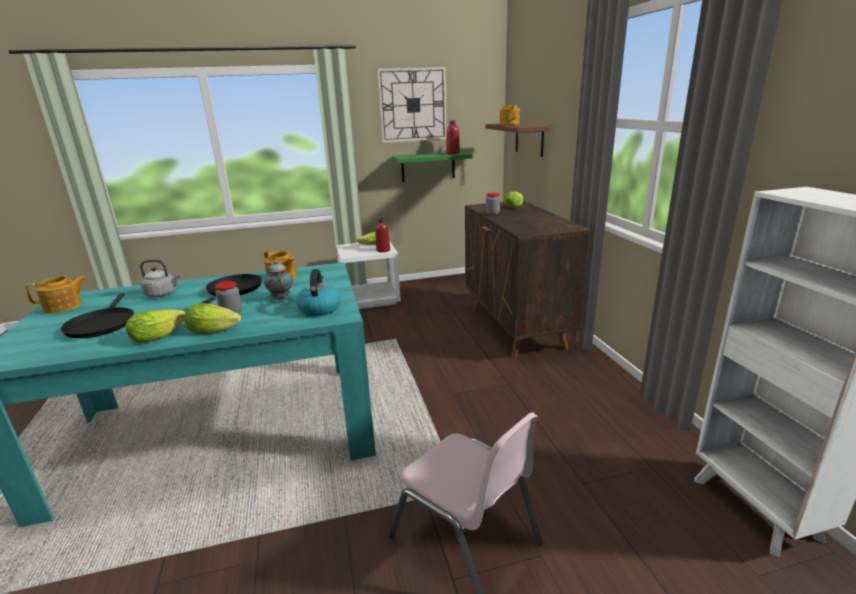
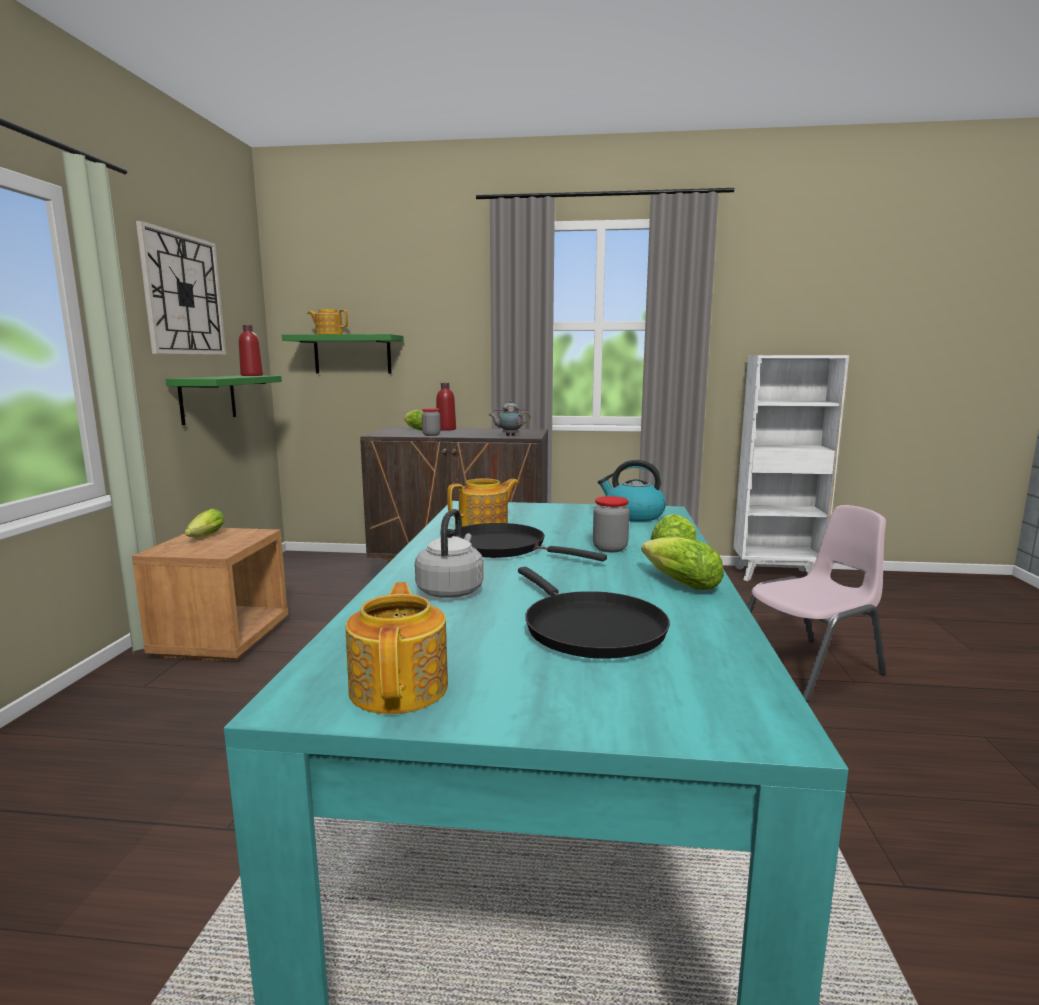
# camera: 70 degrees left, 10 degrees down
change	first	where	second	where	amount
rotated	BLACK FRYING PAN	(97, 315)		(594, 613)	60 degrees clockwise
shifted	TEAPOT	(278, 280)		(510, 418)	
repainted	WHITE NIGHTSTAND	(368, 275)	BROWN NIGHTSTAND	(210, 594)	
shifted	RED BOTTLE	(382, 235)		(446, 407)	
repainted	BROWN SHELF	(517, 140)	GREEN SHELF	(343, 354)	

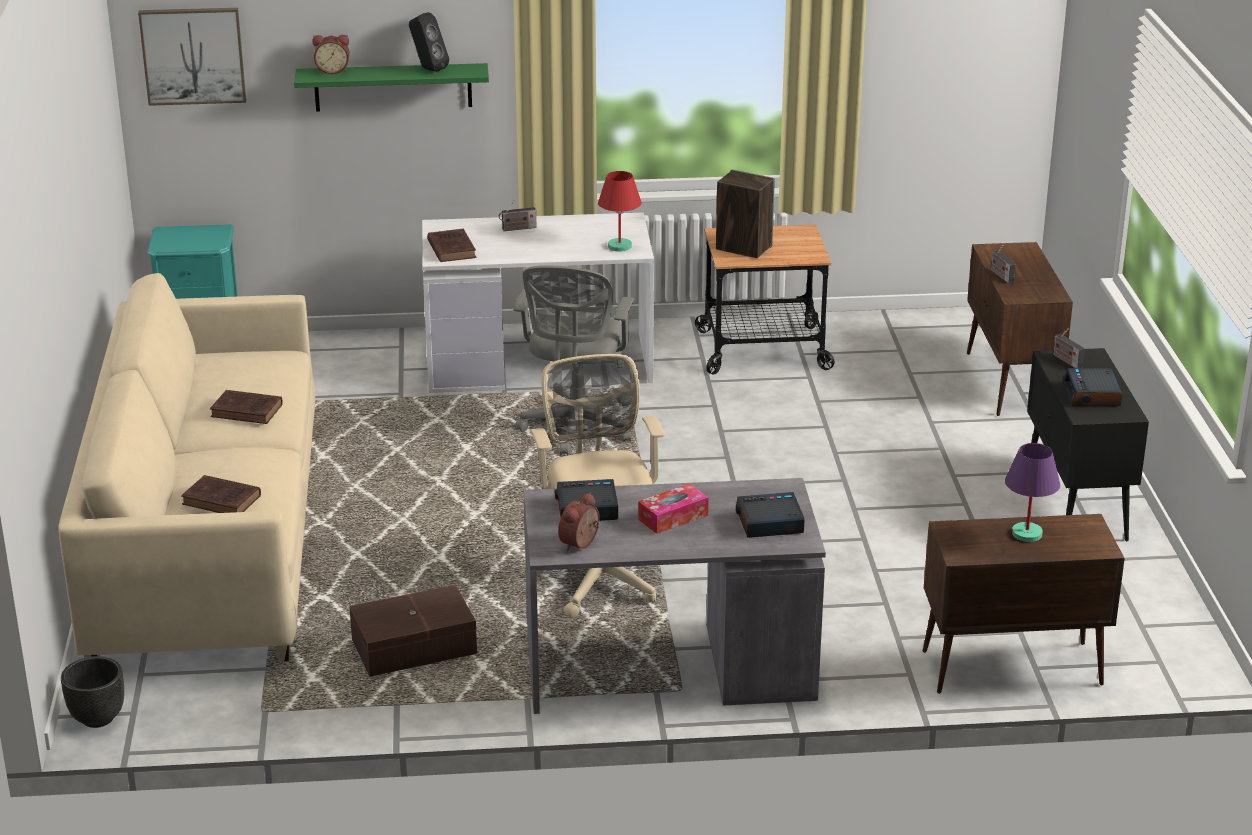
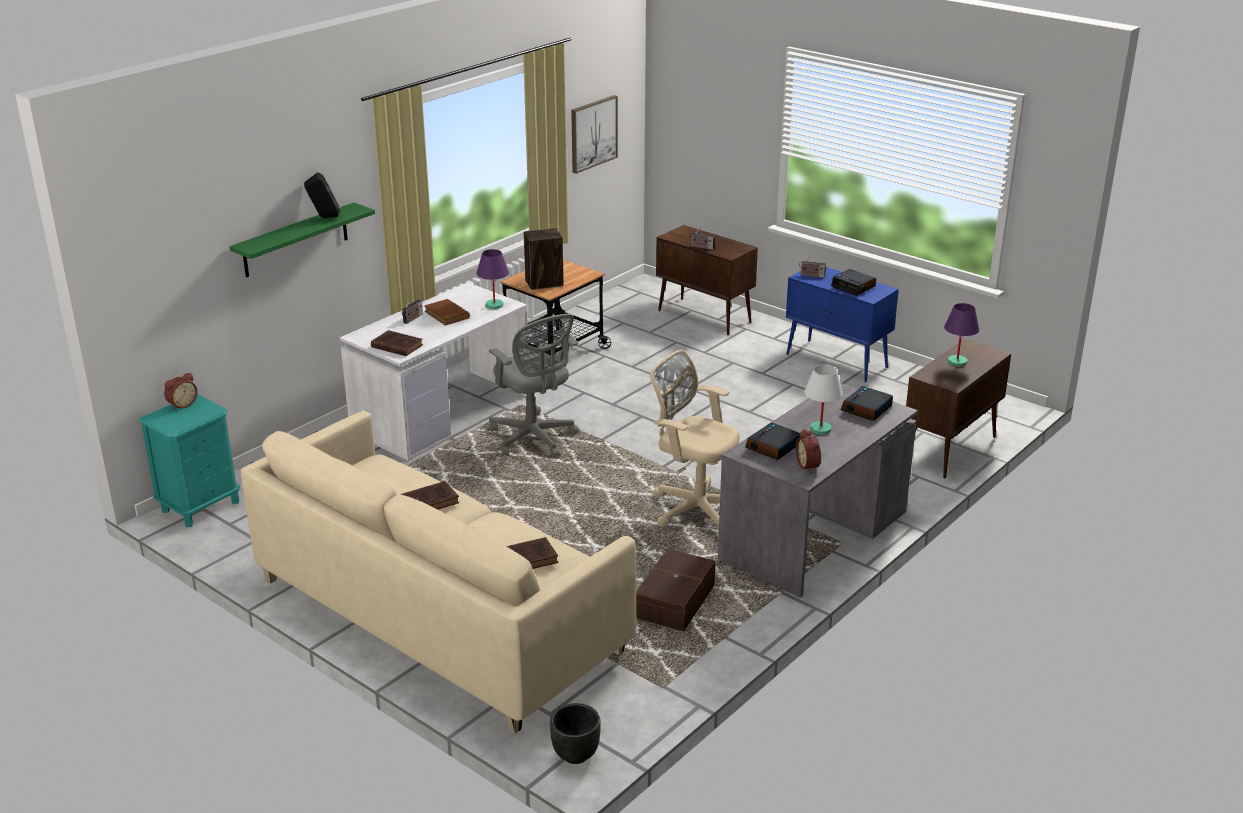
# camera: 45 degrees left, 0 degrees up
change	first	where	second	where	amount
shifted	PICTURE	(192, 57)		(594, 134)	
shifted	ALARM CLOCK	(331, 54)		(180, 391)	
repainted	RED TABLE LAMP	(619, 211)	PURPLE TABLE LAMP	(493, 279)	
swapped	TISSUE BOX	(673, 508)	WHITE TABLE LAMP	(823, 400)	
repainted	BLACK CABINET	(1088, 444)	BLUE CABINET	(842, 324)	
new			BROWN BOOK	(447, 312)	

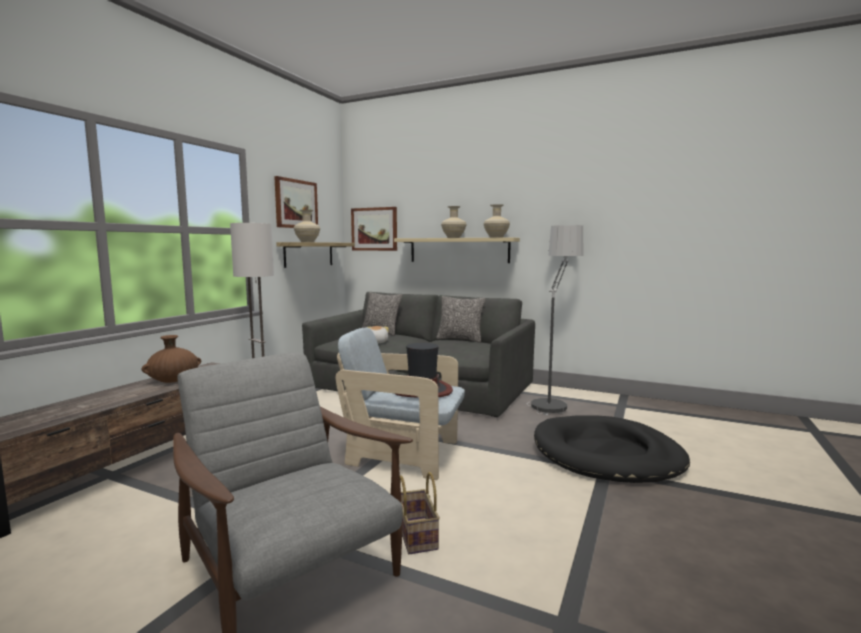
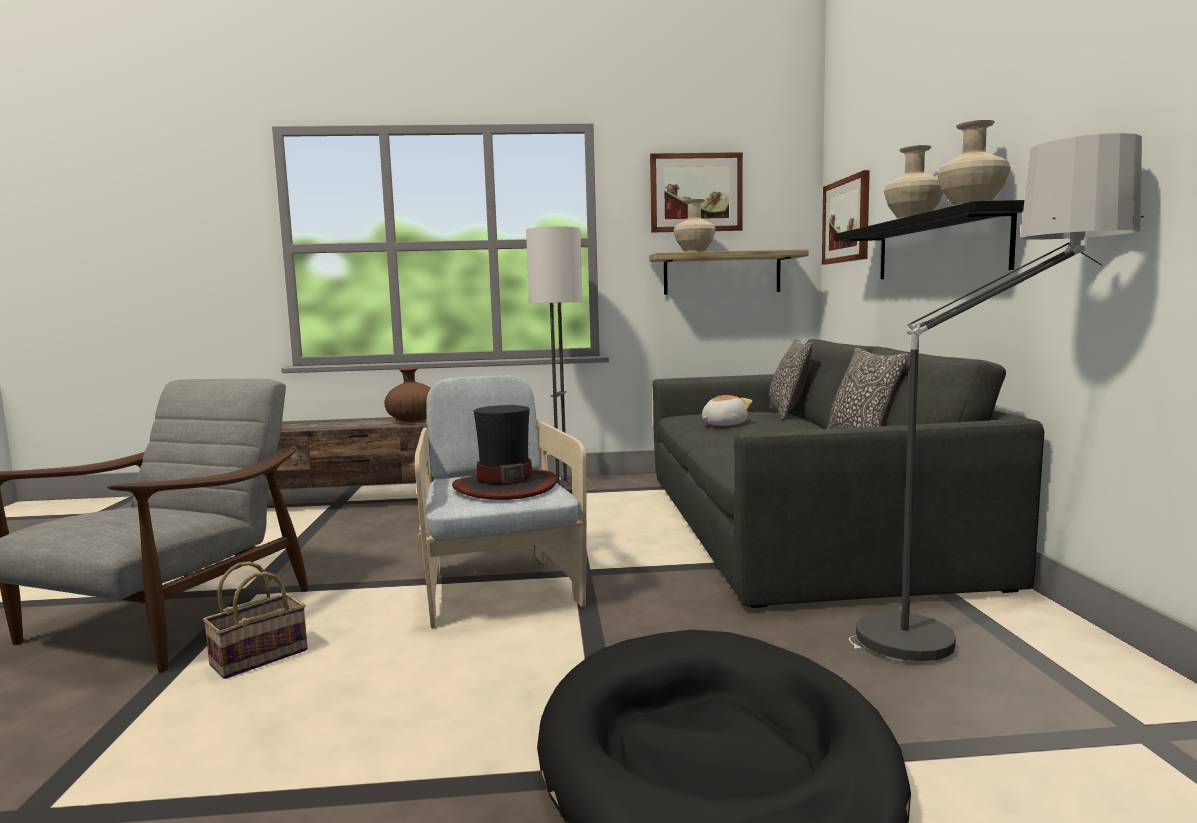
# camera: 60 degrees right, 0 degrees up
change	first	where	second	where	amount
repainted	BEIGE SHELF	(457, 250)	BLACK SHELF	(929, 239)	

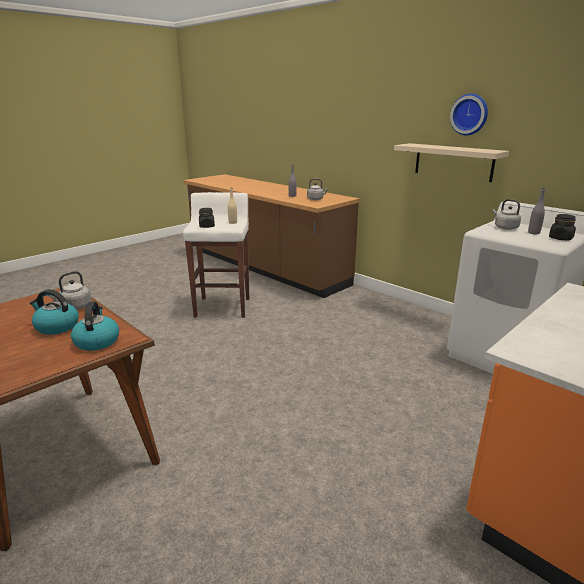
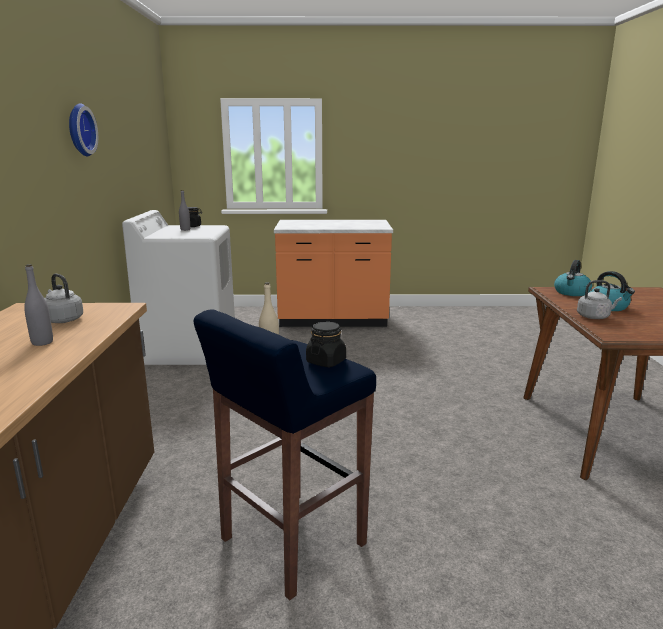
# camera: 135 degrees left, 5 degrees down
change	first	where	second	where	amount
repainted	WHITE STOOL	(216, 255)	BLUE STOOL	(285, 454)	
gone	BEIGE SHELF	(451, 162)			
gone	GREY KETTLE	(507, 214)			

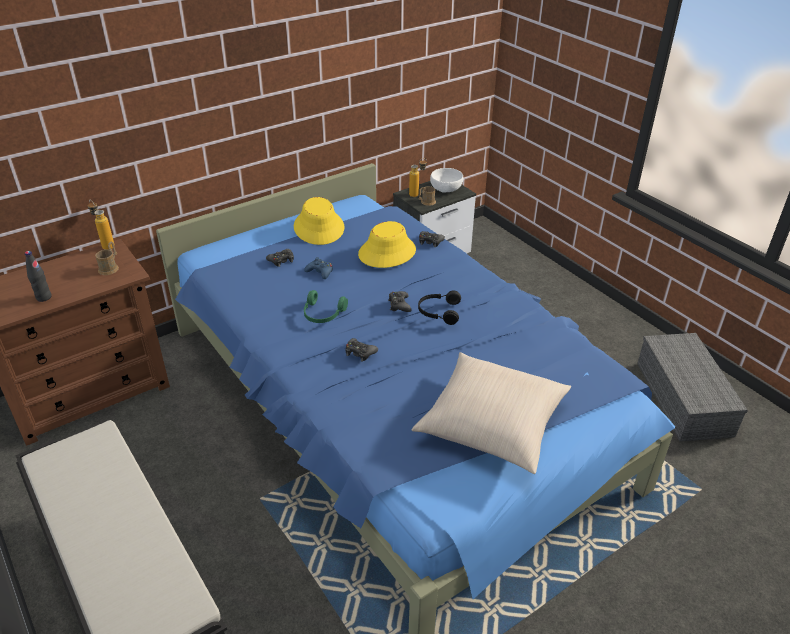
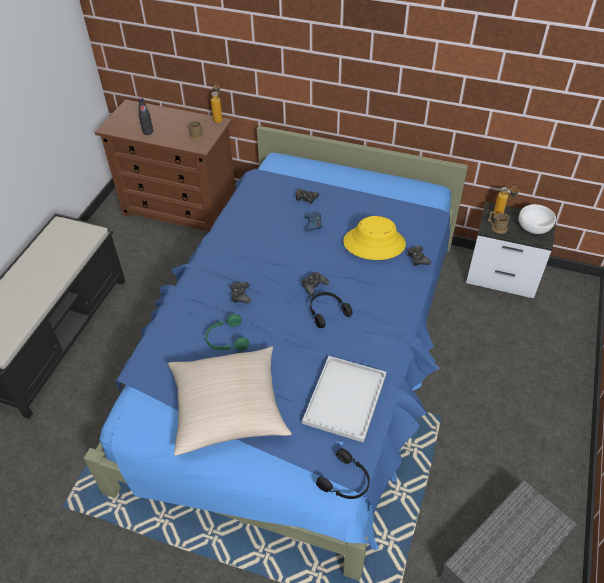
# camera: 55 degrees right, 10 degrees up
change	first	where	second	where	amount
gone	YELLOW HAT	(319, 221)			
shifted	GREEN HEADPHONES	(326, 306)		(227, 332)	
new			WHITE TRAY	(344, 399)	
new			BLACK HEADPHONES	(343, 473)	

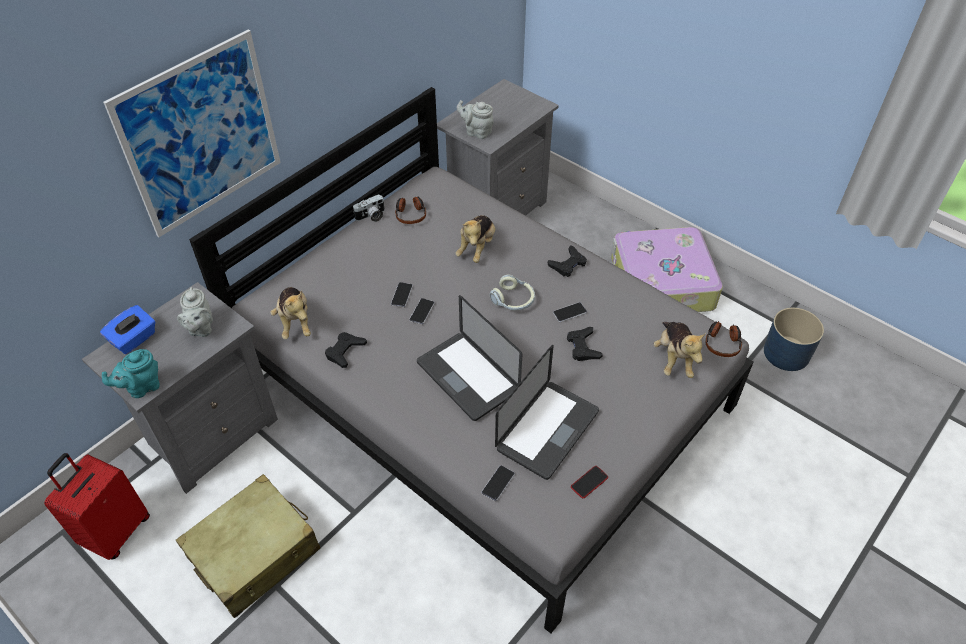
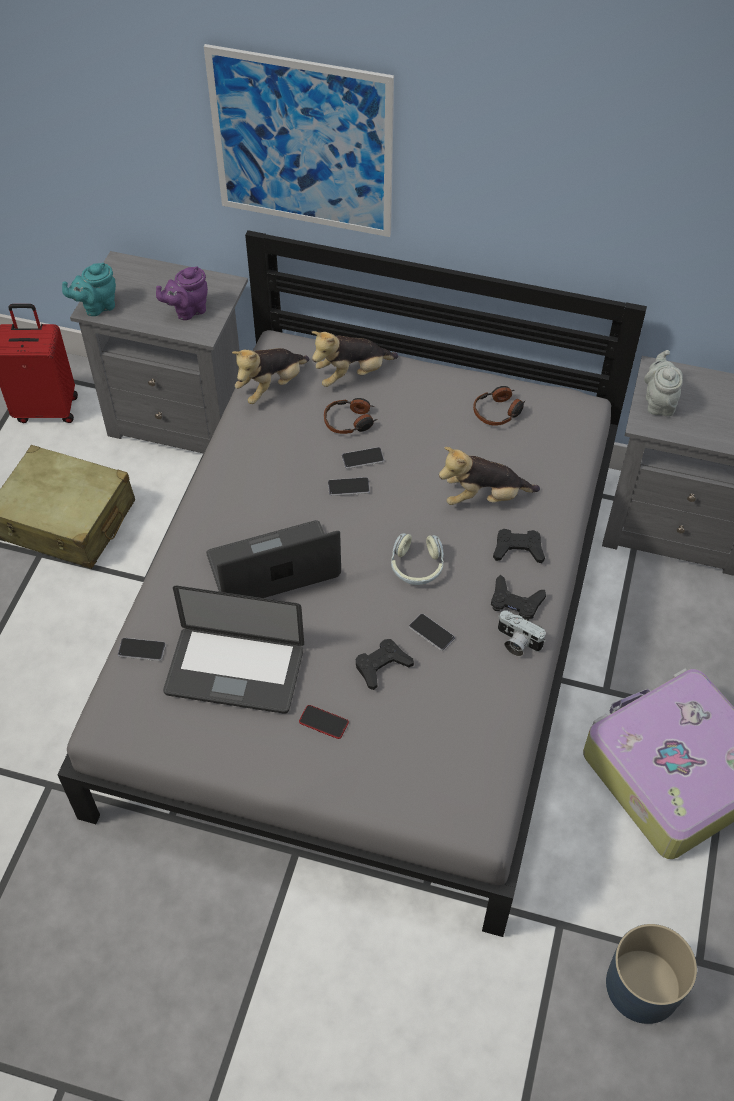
# camera: 65 degrees right, 5 degrees up
change	first	where	second	where	amount
gone	BLUE TISSUE BOX	(127, 329)			
rotated	TURQUOISE TEAPOT	(131, 373)		(89, 289)	60 degrees counterclockwise
repainted	GREY TEAPOT	(195, 312)	PURPLE TEAPOT	(182, 293)	
shifted	BLACK GAME CONTROLLER	(346, 350)		(519, 546)	
shifted	PHOTO CAMERA	(369, 208)		(522, 633)	
rotated	LAPTOP	(469, 358)		(273, 559)	45 degrees clockwise
shifted	PHONE	(589, 482)		(324, 722)	
shifted	PLUSH TOY	(680, 350)		(355, 359)	
shifted	HEADPHONES	(724, 339)		(351, 416)	

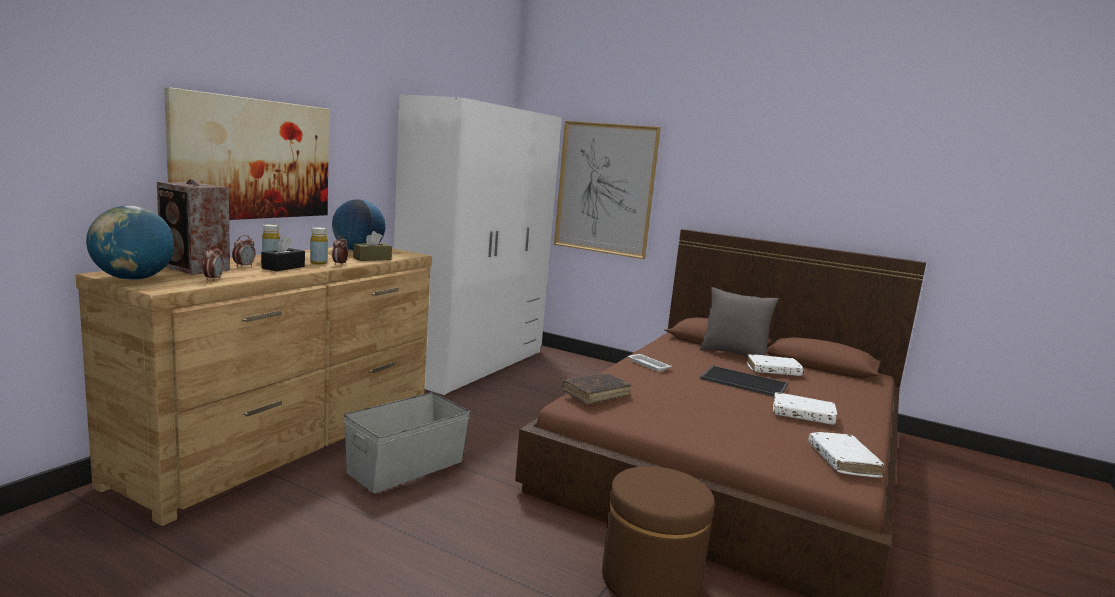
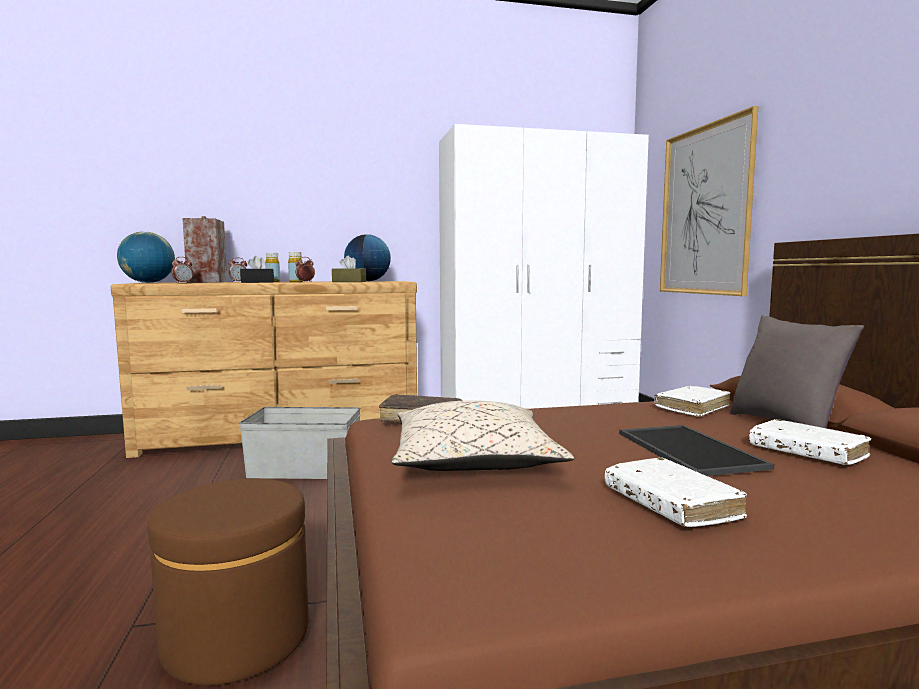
# camera: 50 degrees right, 5 degrees down
change	first	where	second	where	amount
gone	PICTURE	(246, 153)			
gone	WHITE TRAY	(650, 362)			
shifted	WHITE BOOK	(846, 455)		(692, 401)	
new			BEIGE PILLOW	(483, 435)	

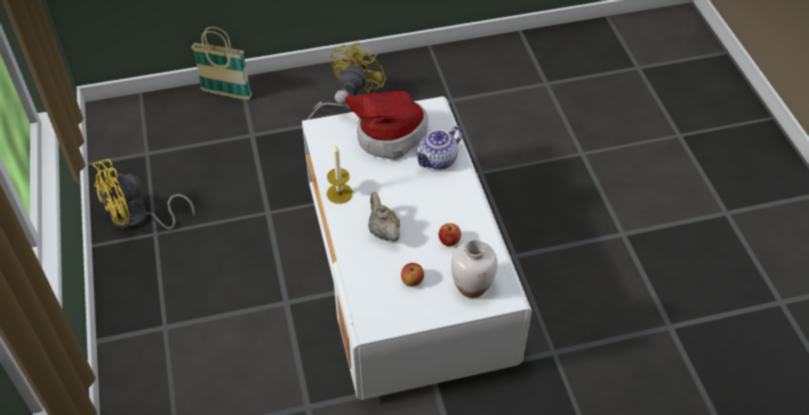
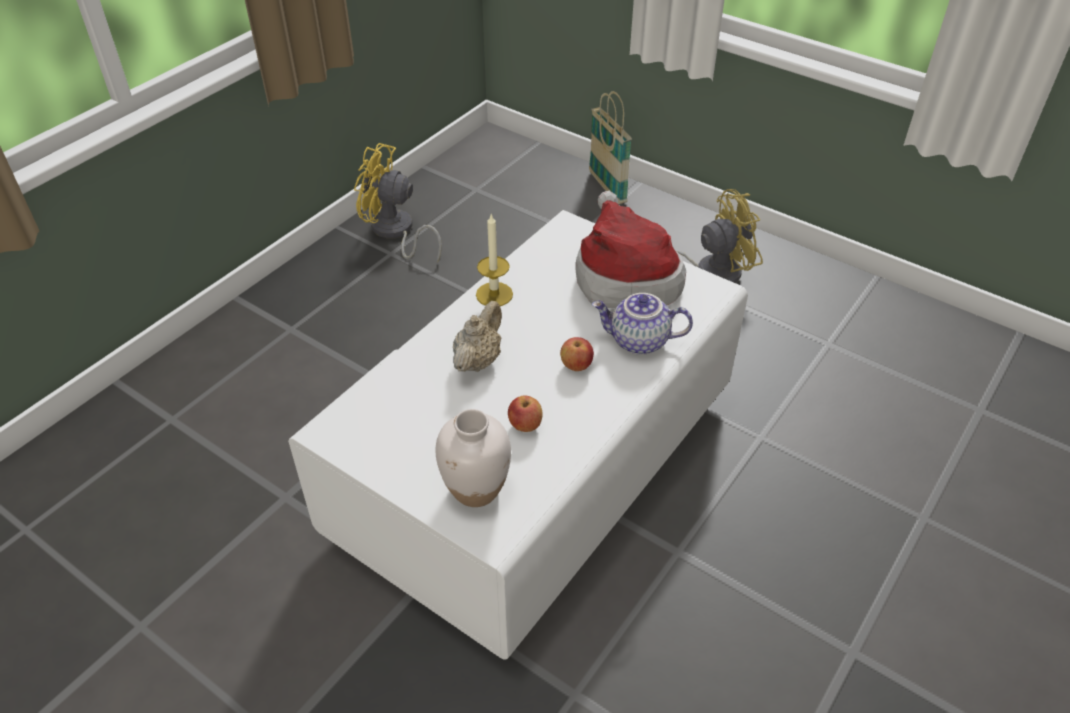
# camera: 50 degrees right, 5 degrees down
change	first	where	second	where	amount
shifted	APPLE	(412, 275)		(577, 354)	

